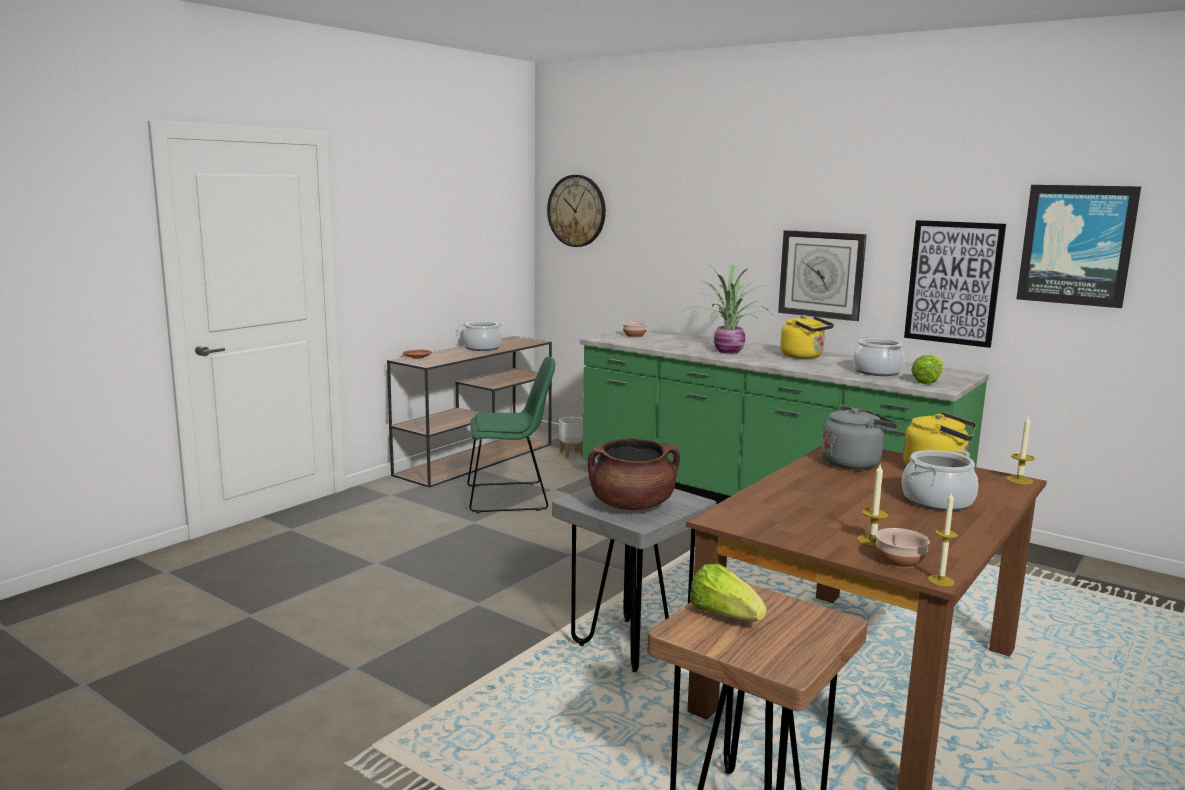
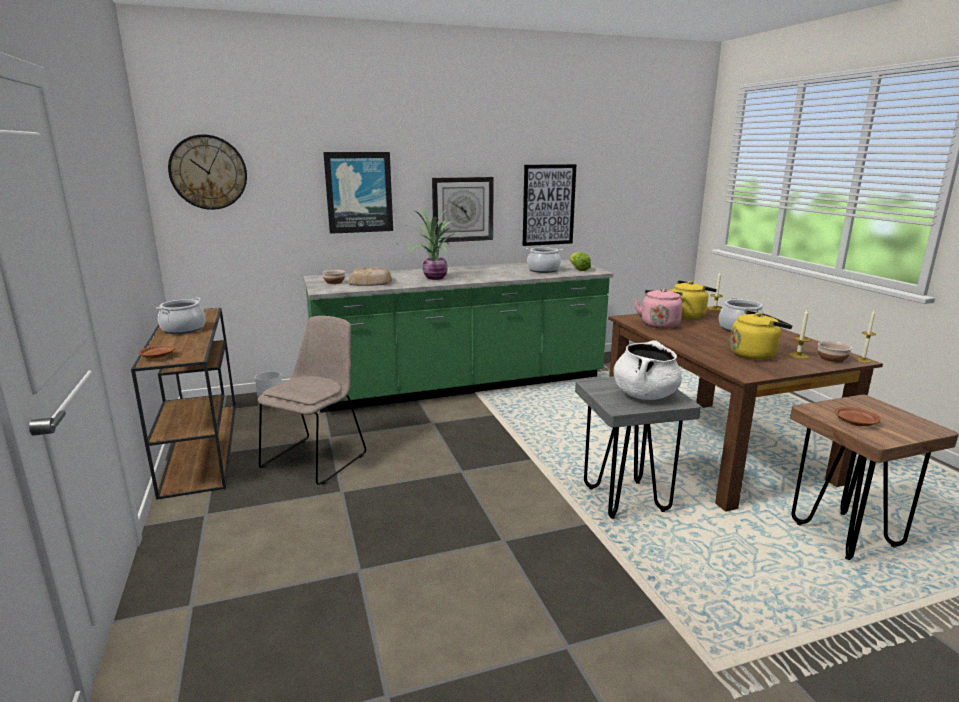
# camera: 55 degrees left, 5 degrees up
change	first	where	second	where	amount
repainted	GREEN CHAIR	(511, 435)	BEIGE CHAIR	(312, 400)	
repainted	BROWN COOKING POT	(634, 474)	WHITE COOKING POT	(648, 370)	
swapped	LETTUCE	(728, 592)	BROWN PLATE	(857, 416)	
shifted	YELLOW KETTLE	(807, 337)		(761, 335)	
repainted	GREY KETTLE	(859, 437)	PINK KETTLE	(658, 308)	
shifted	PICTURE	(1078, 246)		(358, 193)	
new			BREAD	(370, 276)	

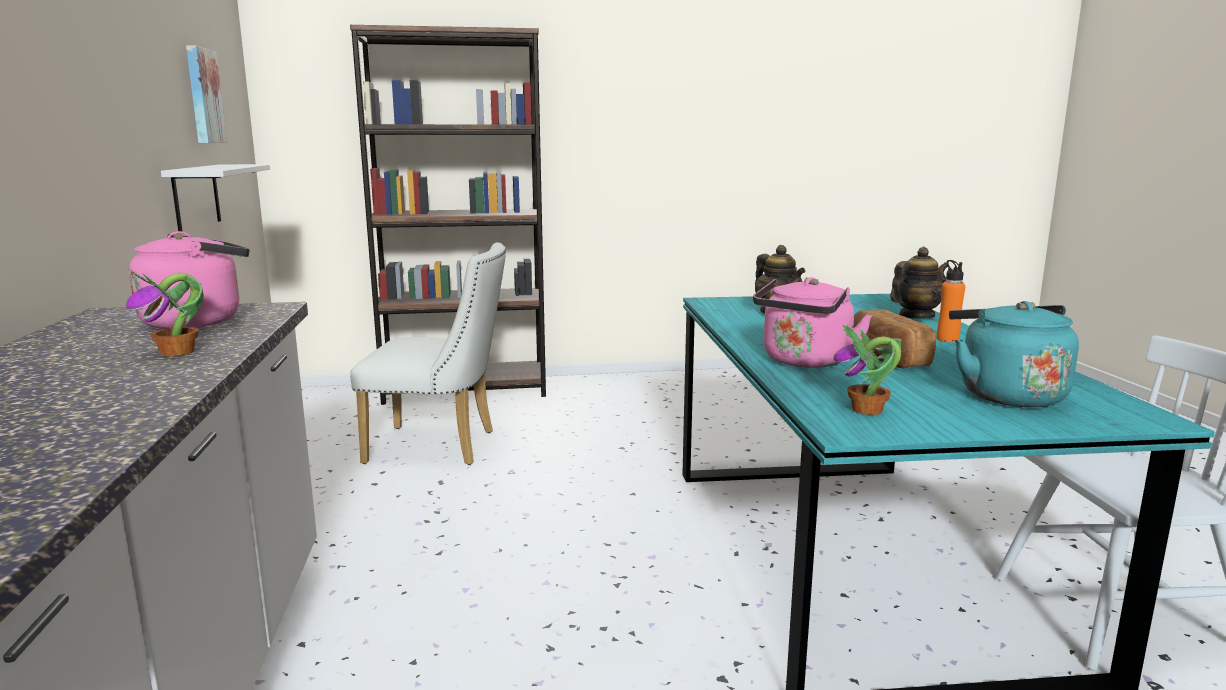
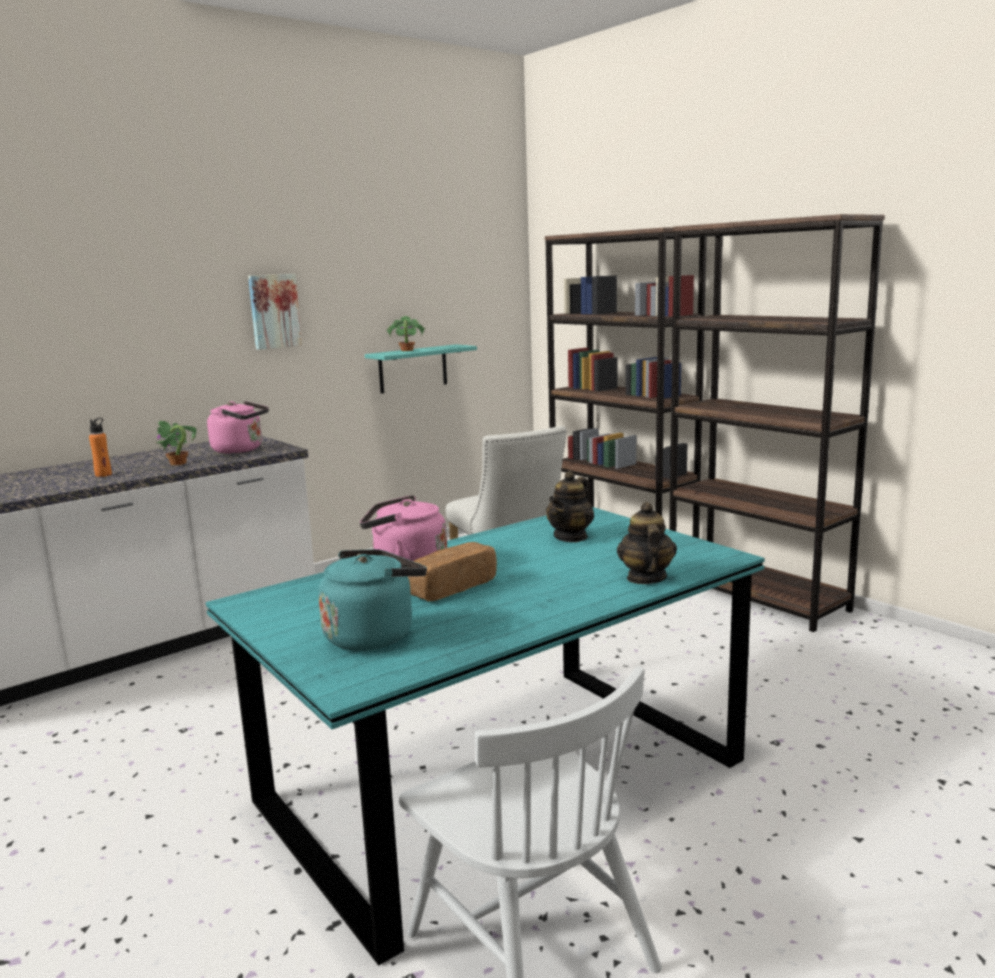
# camera: 60 degrees right, 0 degrees up
change	first	where	second	where	amount
repainted	WHITE SHELF	(215, 197)	TURQUOISE SHELF	(421, 369)	
shifted	PICTURE	(206, 94)		(275, 312)	
shifted	POTTED PLANT	(867, 369)		(405, 333)	
rotated	TEAPOT	(919, 282)		(647, 543)	120 degrees counterclockwise
shifted	ORANGE BOTTLE	(951, 301)		(100, 447)	
new			BROWN BOOKCASE	(777, 423)	

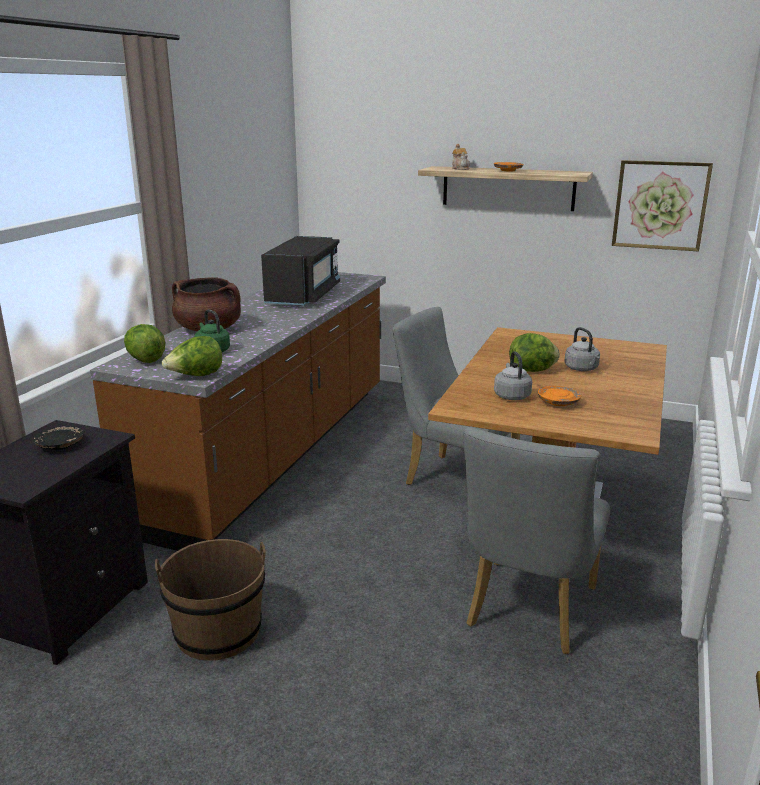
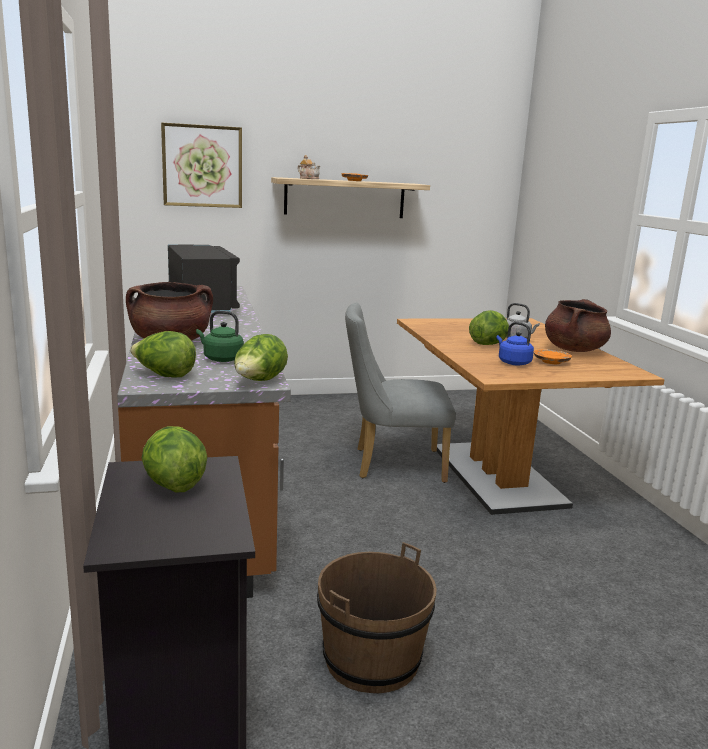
# camera: 35 degrees left, 5 degrees down
change	first	where	second	where	amount
swapped	BLACK PLATE	(58, 438)	LETTUCE	(174, 459)	
gone	GREY CHAIR	(536, 540)			
repainted	GREY KETTLE	(513, 375)	BLUE KETTLE	(515, 344)	
shifted	PICTURE	(662, 206)		(201, 165)	
new			BROWN COOKING POT	(578, 325)	

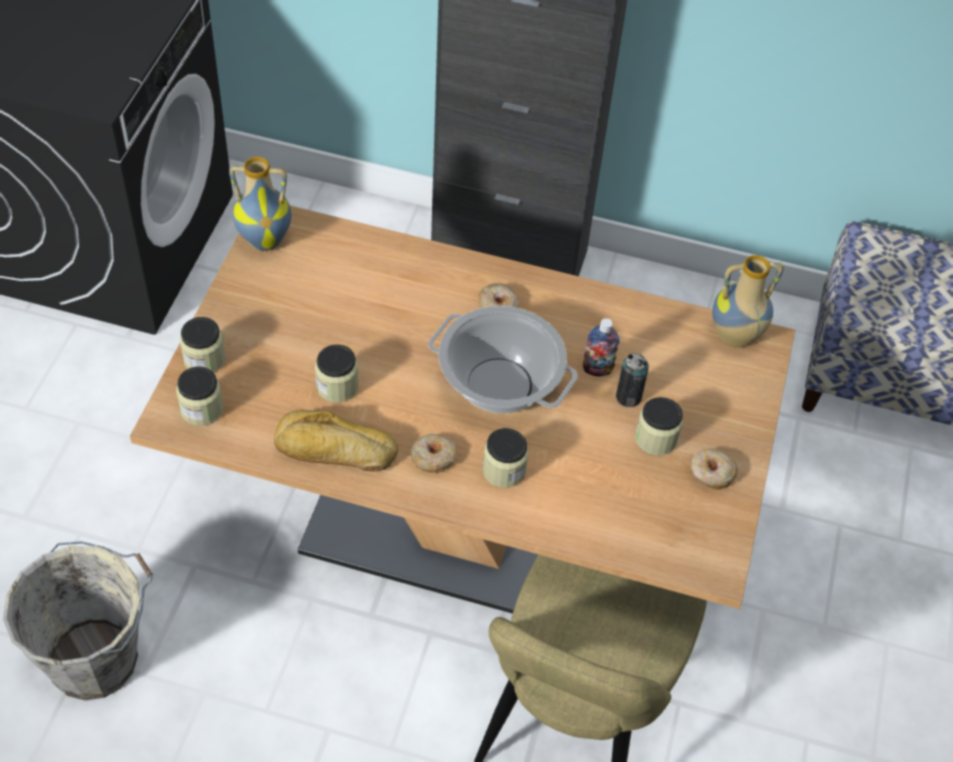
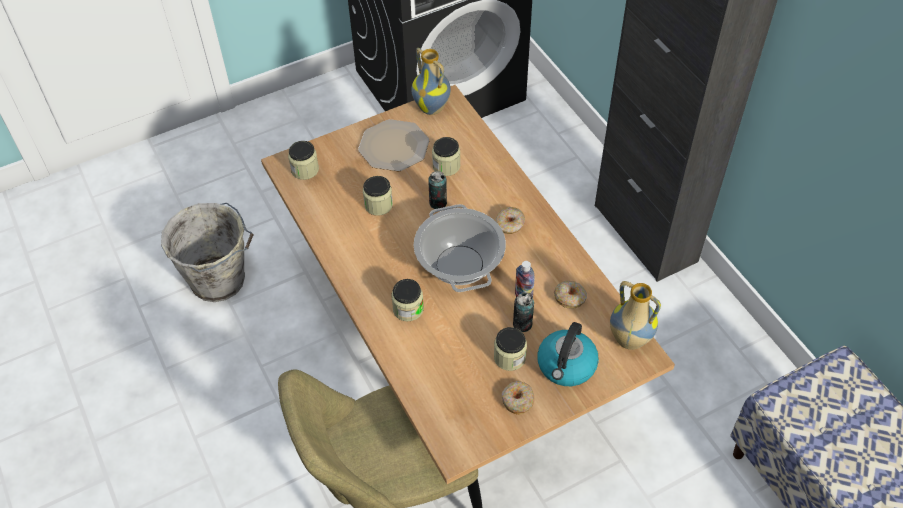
# camera: 50 degrees right, 0 degrees up
change	first	where	second	where	amount
shifted	JAR	(203, 345)		(446, 156)	
gone	BREAD	(336, 440)			
shifted	DONUT	(433, 453)		(570, 295)	
new			PLATE	(393, 145)	
new			CAN	(437, 190)	
new			KETTLE	(568, 354)	

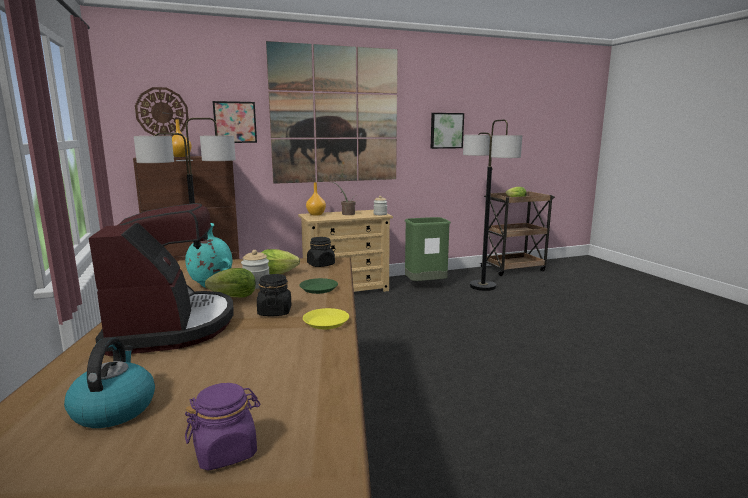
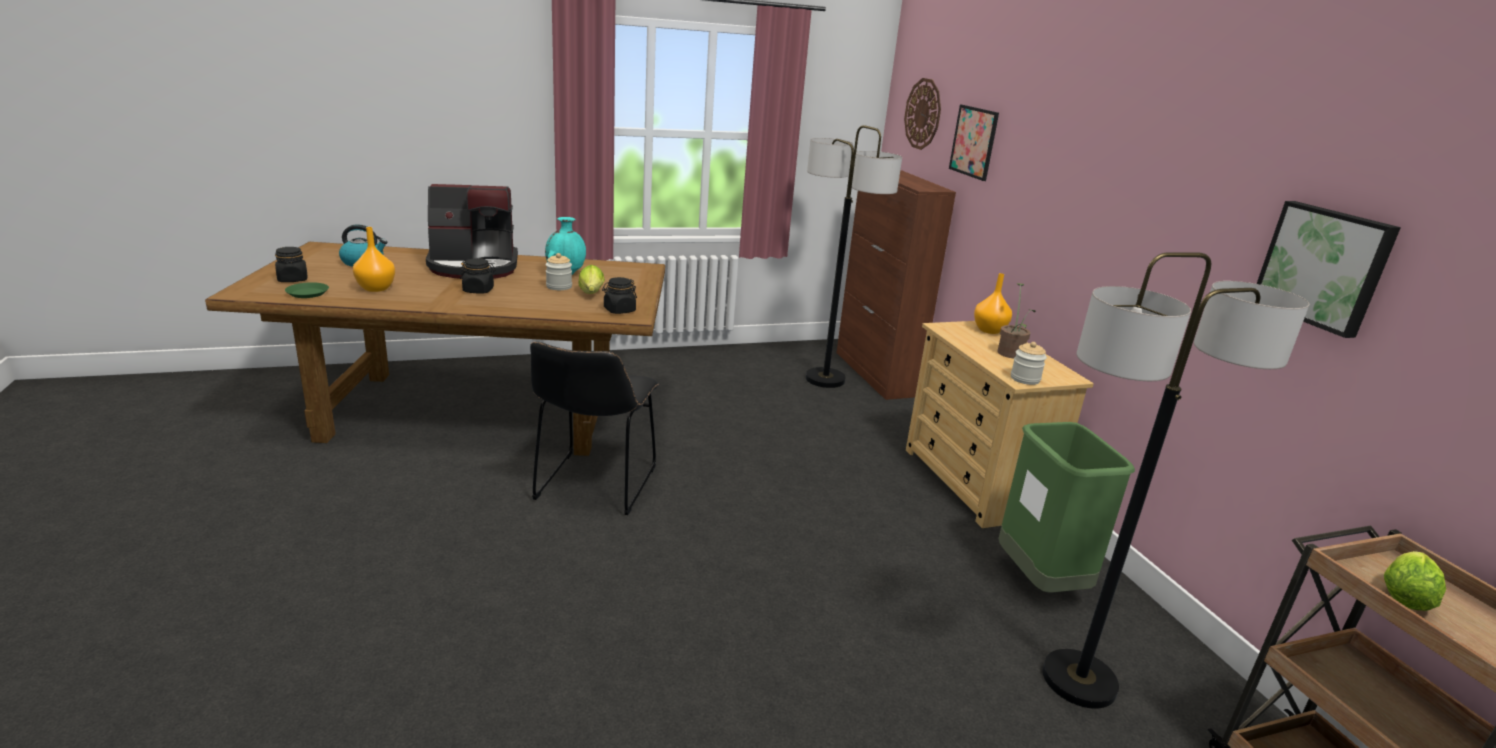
# camera: 90 degrees right, 10 degrees up
change	first	where	second	where	amount
shifted	ORANGE VASE	(181, 138)		(374, 259)	
repainted	PURPLE JAR	(222, 427)	BLACK JAR	(291, 264)	
gone	LETTUCE	(230, 283)			
gone	PICTURE	(332, 112)			
shifted	GREEN PLATE	(318, 286)		(307, 290)	
gone	YELLOW PLATE	(326, 318)			
new			BLACK CHAIR	(594, 428)	

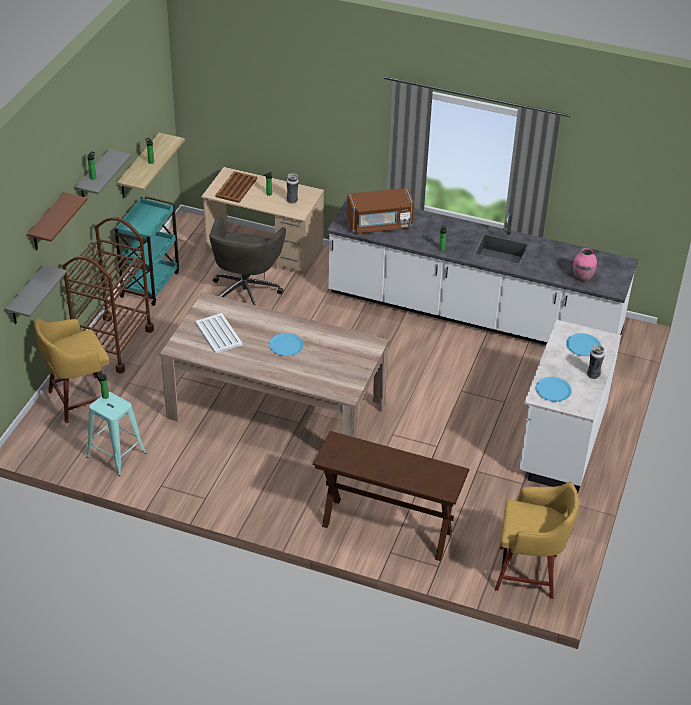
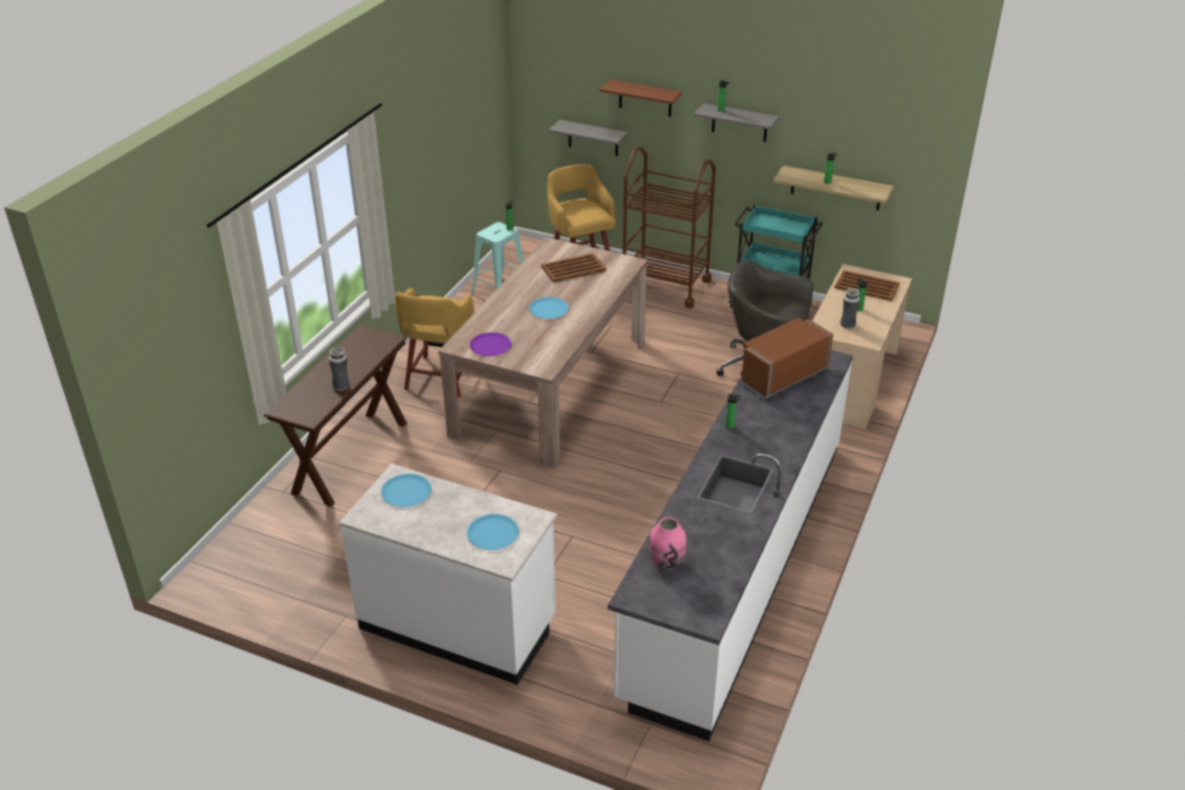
# camera: 95 degrees right, 5 degrees down
change	first	where	second	where	amount
repainted	WHITE TRAY	(219, 333)	BROWN TRAY	(573, 268)	
rotated	BROWN MICROWAVE	(380, 211)		(786, 358)	60 degrees clockwise
shifted	YELLOW STOOL	(537, 540)		(434, 343)	
shifted	VASE	(596, 362)		(339, 369)	
new			PURPLE PLATE	(490, 344)	

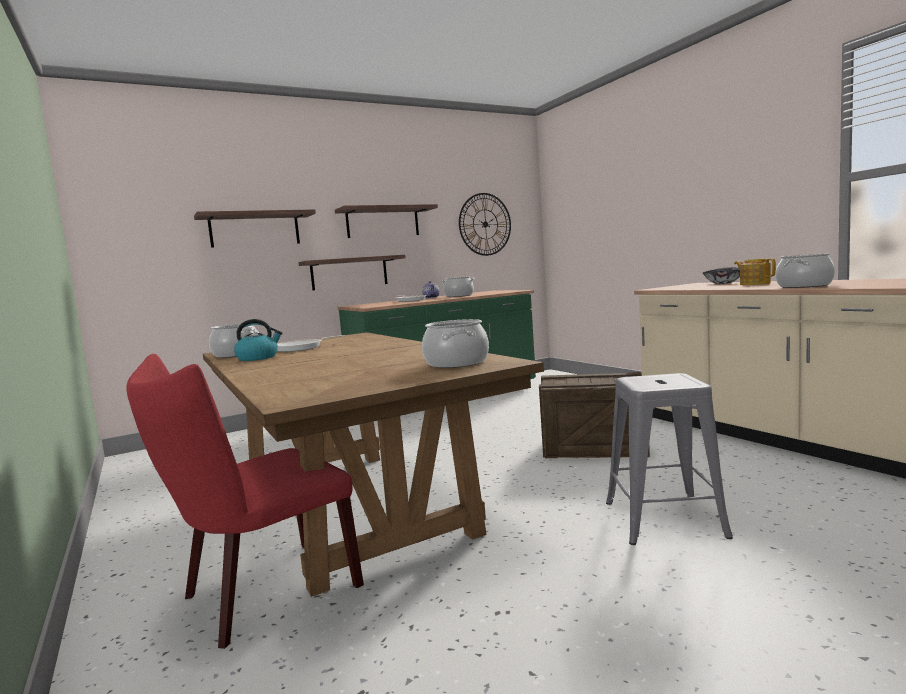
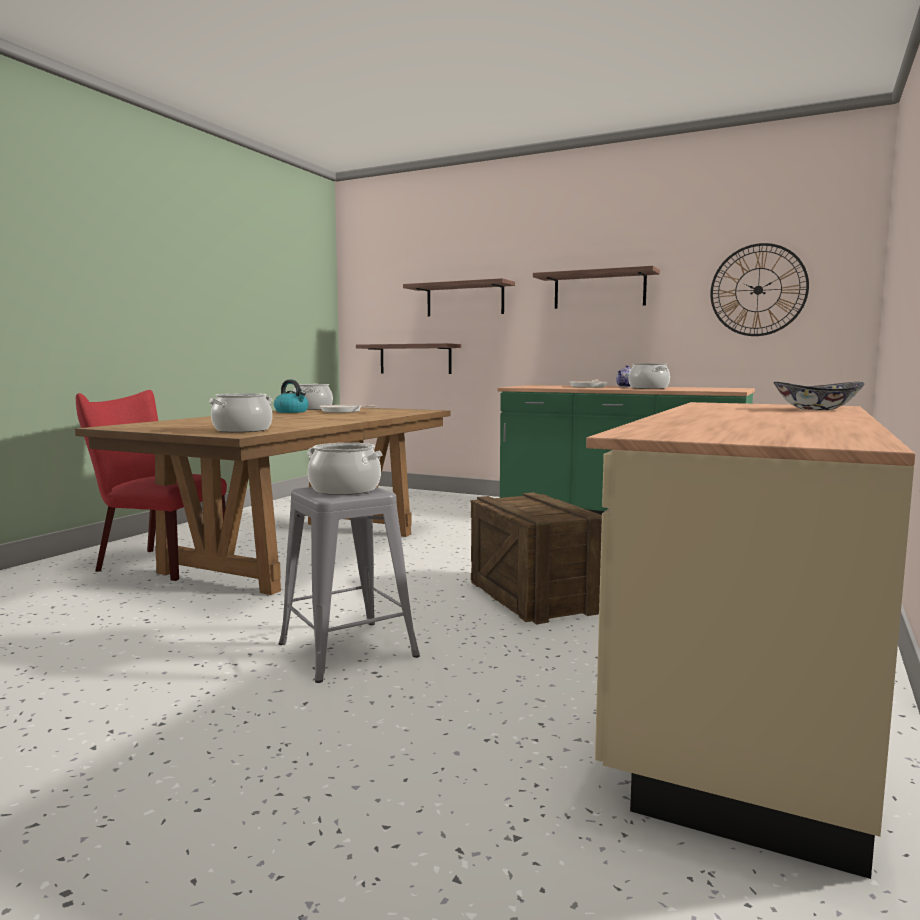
# camera: 55 degrees right, 0 degrees up
change	first	where	second	where	amount
shifted	SHELF	(352, 272)		(408, 358)	
gone	TEAPOT	(755, 271)			
shifted	COOKING POT	(805, 270)		(344, 469)	

